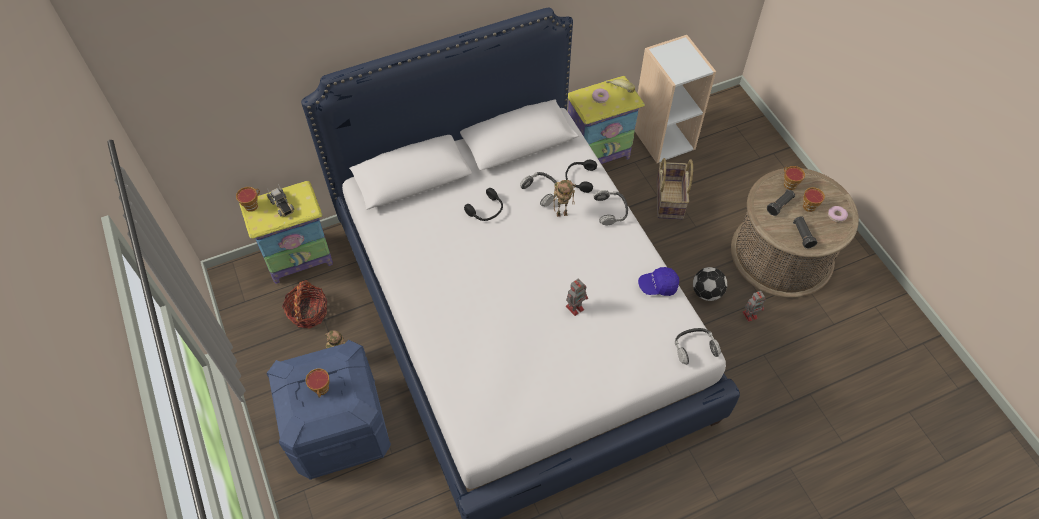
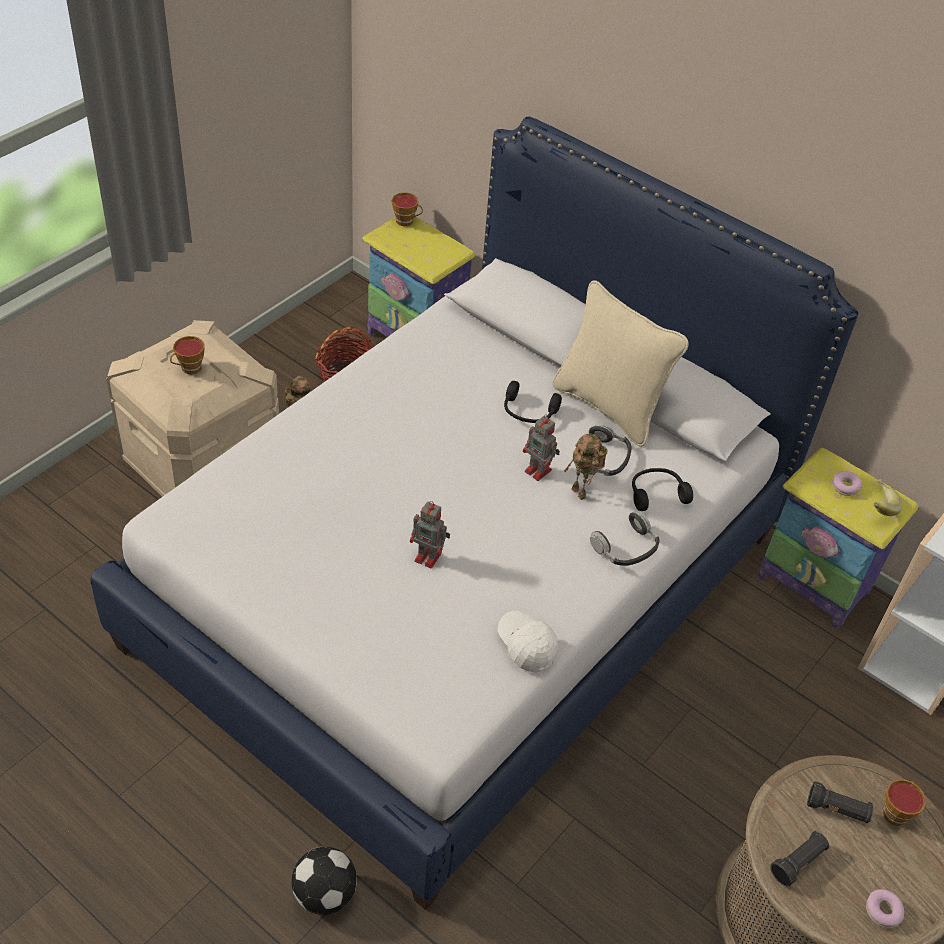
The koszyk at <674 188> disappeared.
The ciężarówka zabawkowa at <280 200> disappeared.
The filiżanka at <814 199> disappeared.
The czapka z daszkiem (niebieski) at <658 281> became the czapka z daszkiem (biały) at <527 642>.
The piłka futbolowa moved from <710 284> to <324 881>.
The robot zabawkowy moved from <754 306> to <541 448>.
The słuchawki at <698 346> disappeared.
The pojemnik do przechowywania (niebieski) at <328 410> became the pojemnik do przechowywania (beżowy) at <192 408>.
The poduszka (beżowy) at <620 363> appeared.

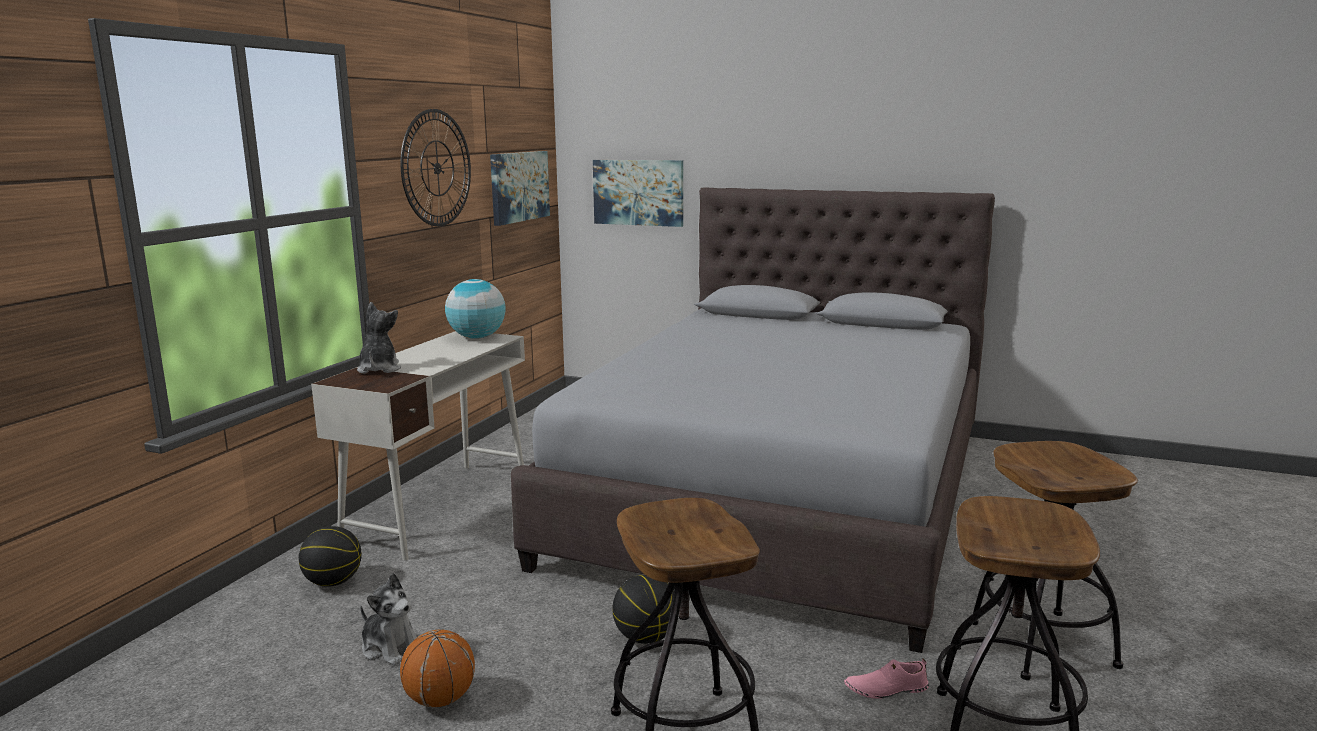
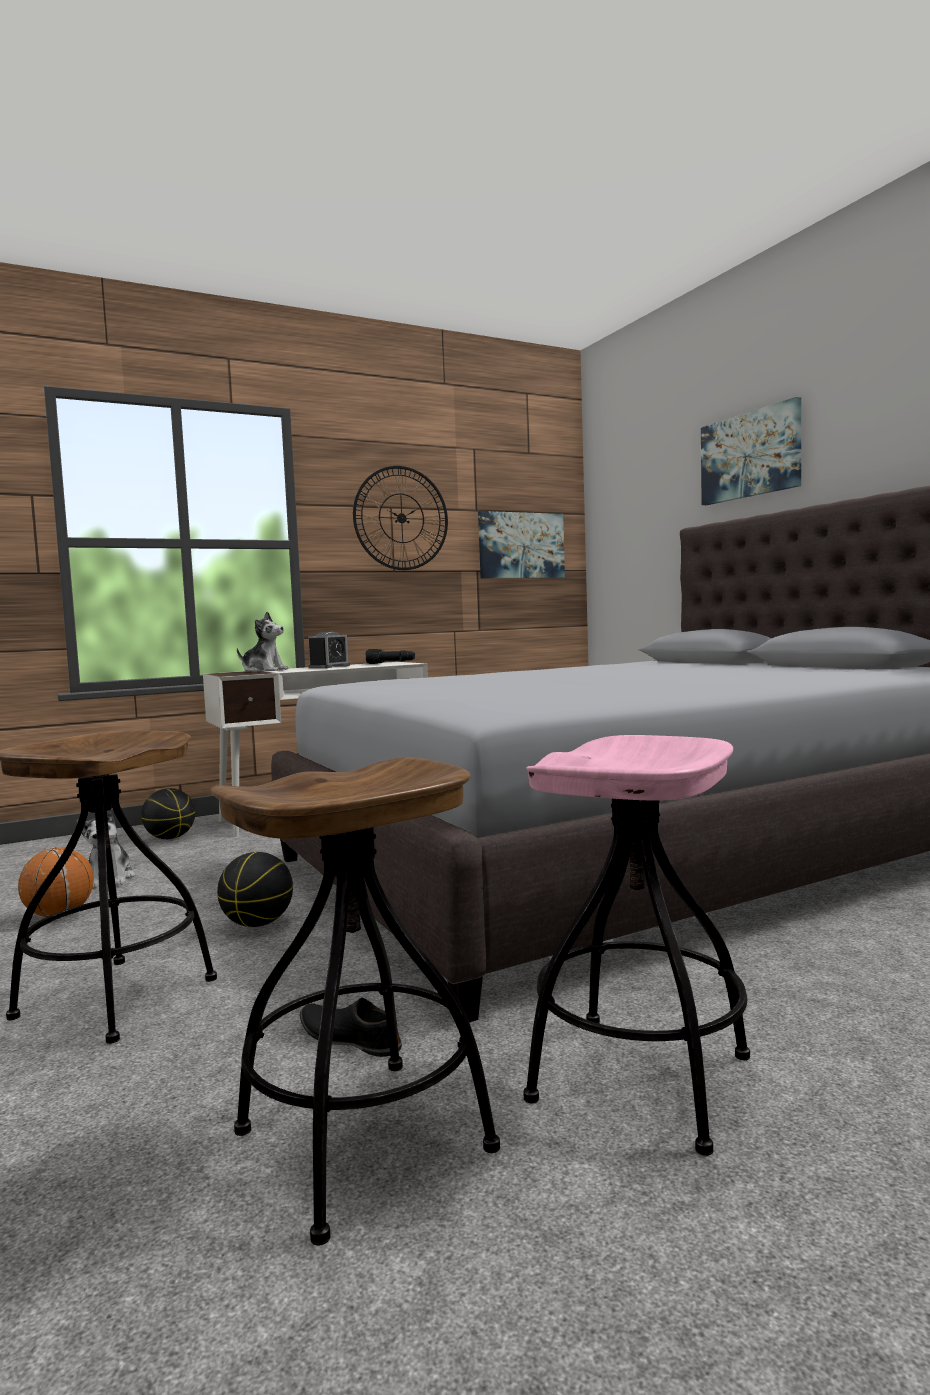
The obraz moved from <638 193> to <751 451>.
The globus at <475 309> was replaced by the latarka (czarny) at <390 656>.
The pluszak at <379 338> turned 75 degrees clockwise.
The stołek (brązowy) at <1055 560> became the stołek (różowy) at <636 945>.
The but (różowy) at <886 678> became the but (czarny) at <351 1027>.
The budzik at <329 650> appeared.

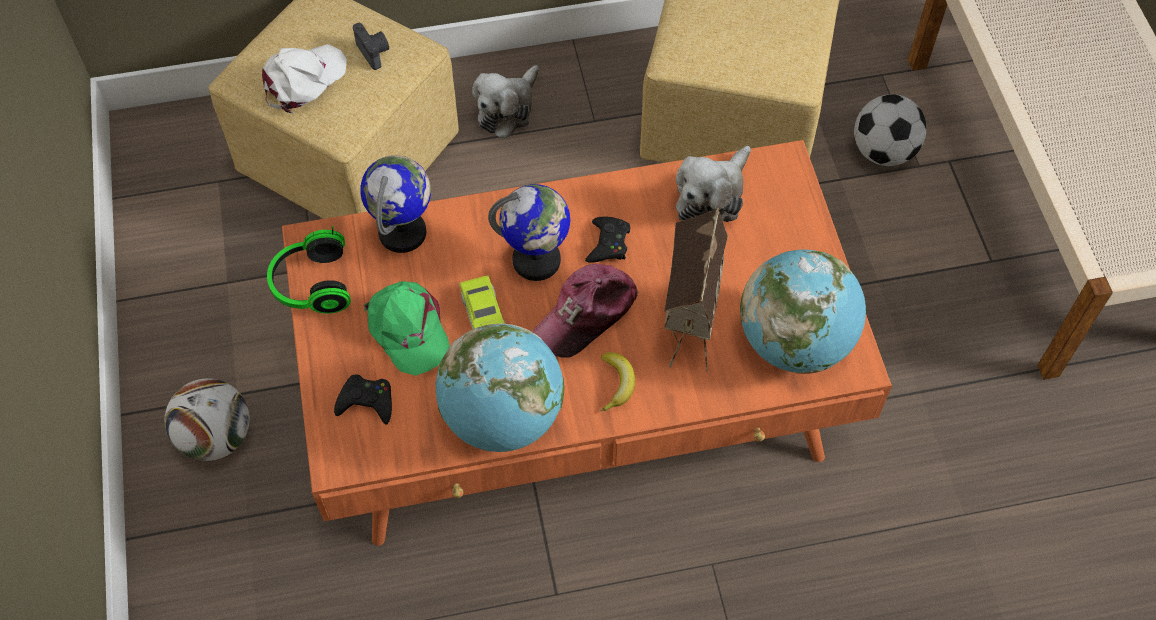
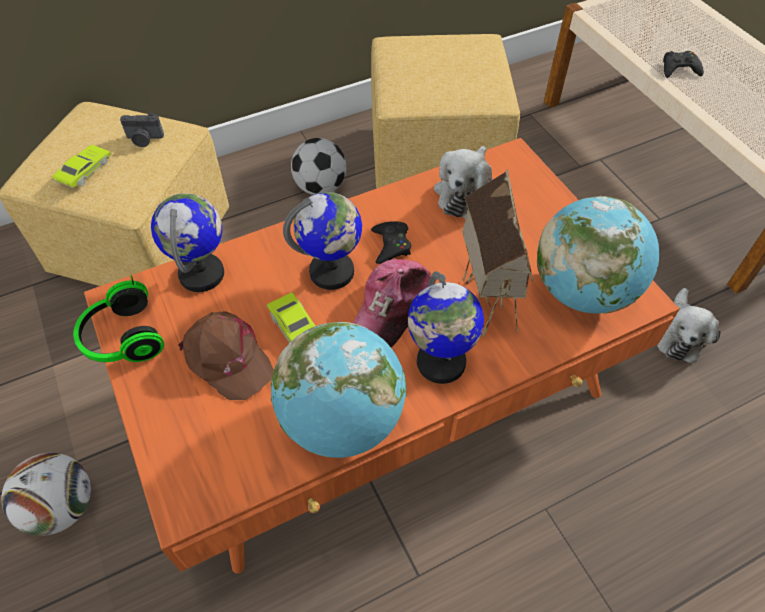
The aparat fotograficzny at <371 46> turned 135 degrees clockwise.
The czapka z daszkiem (biały) at <304 78> was replaced by the samochodzik (zielony) at <81 166>.
The pluszak moved from <505 102> to <689 325>.
The piłka futbolowa moved from <890 130> to <318 166>.
The czapka z daszkiem (zielony) at <406 328> became the czapka z daszkiem (brązowy) at <226 355>.
The banan at <618 382> was replaced by the globus at <446 327>.
The pad do gier (czarny) moved from <363 400> to <683 64>.

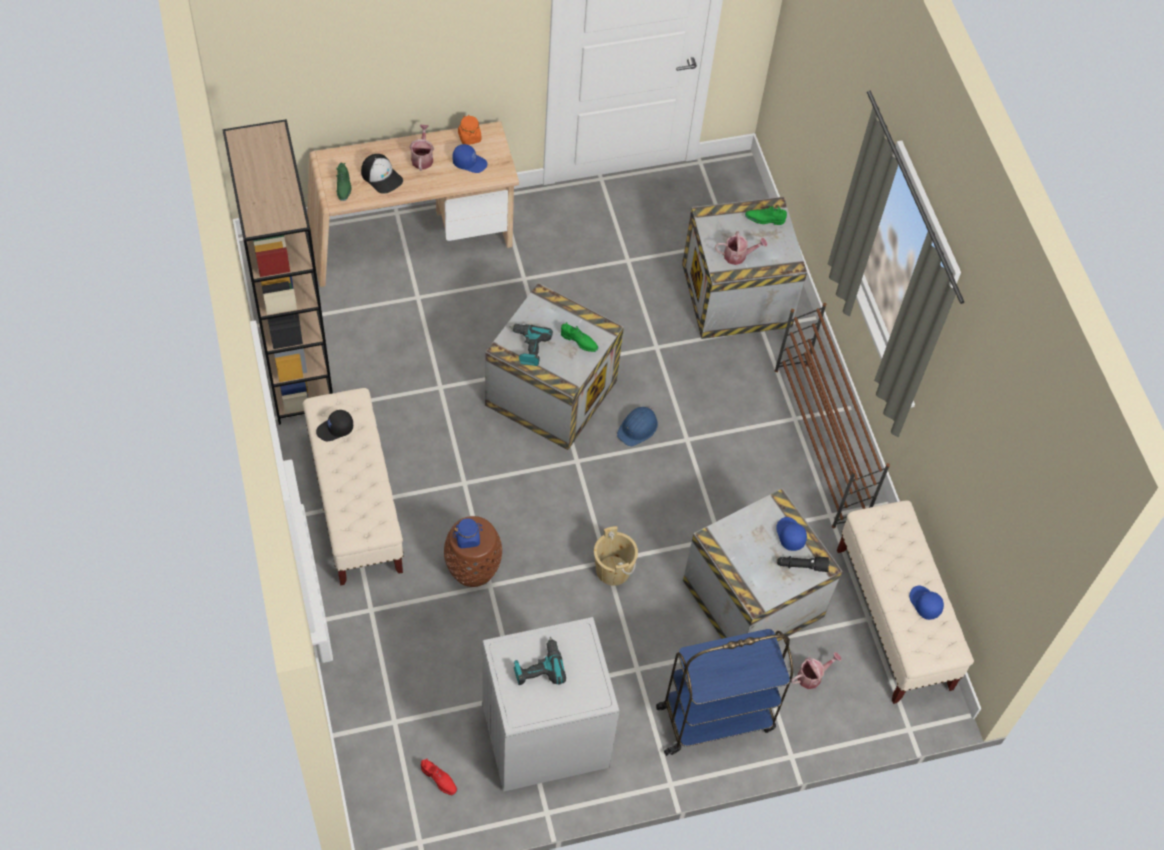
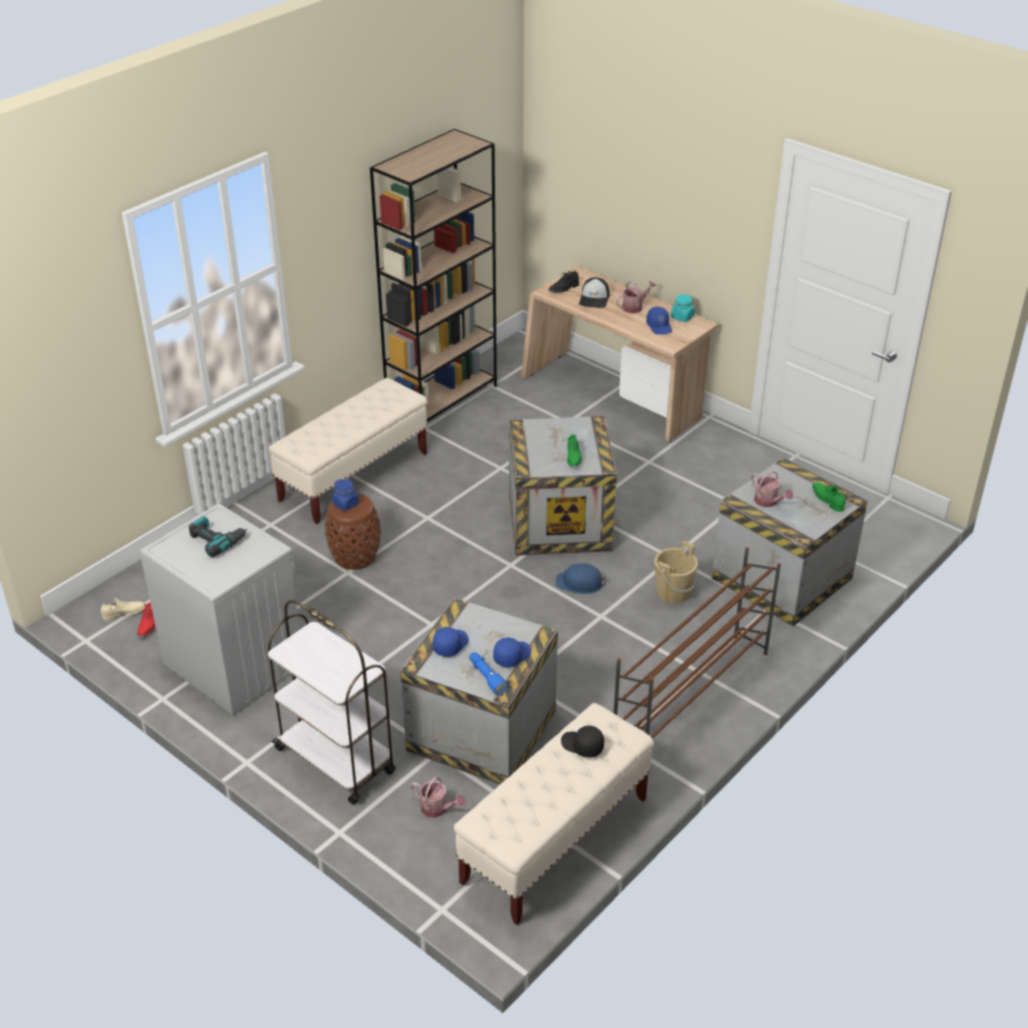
The słoik (pomarańczowy) at <469 130> became the słoik (turkusowy) at <683 308>.
The but (zielony) at <344 182> became the but (czarny) at <563 281>.
The wiertarka at <531 345> disappeared.
The czapka z daszkiem (czarny) moved from <334 425> to <582 742>.
The wiadro (beżowy) moved from <616 556> to <676 572>.
The latarka (czarny) at <803 564> became the latarka (niebieski) at <488 673>.
The czapka z daszkiem (niebieski) moved from <926 602> to <451 642>.
The wózek (niebieski) at <724 692> became the wózek (biały) at <332 702>.
The but (beżowy) at <123 609> appeared.

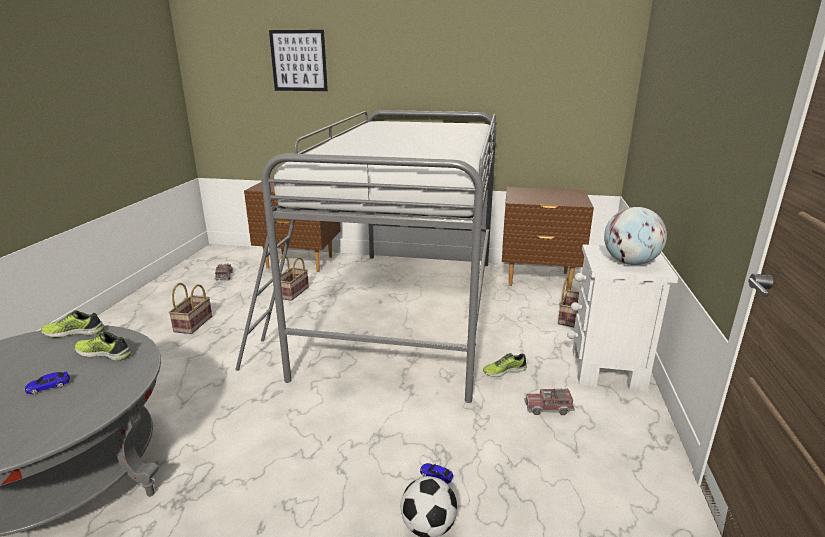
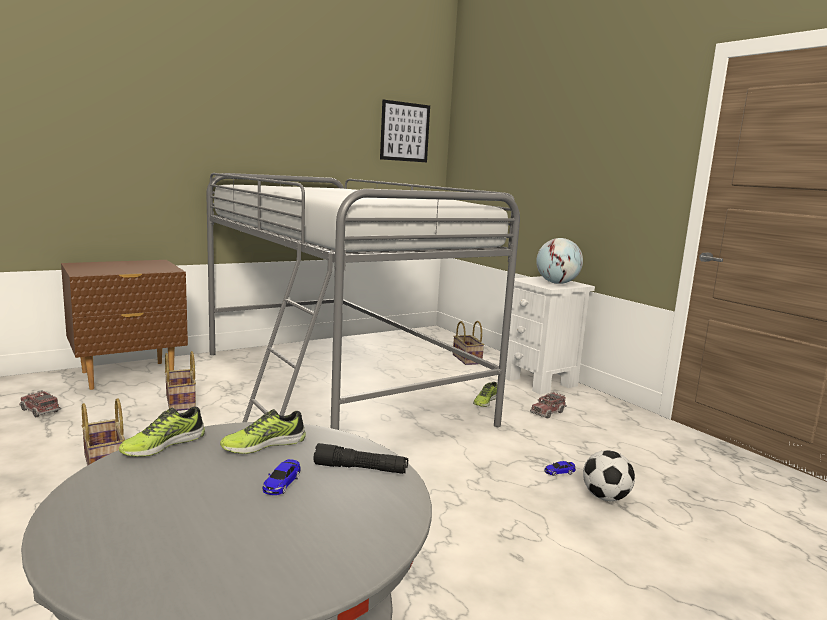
The obraz moved from <298 60> to <405 130>.
The szafka nocna (brązowy) at <548 238> disappeared.
The latarka (czarny) at <361 458> appeared.

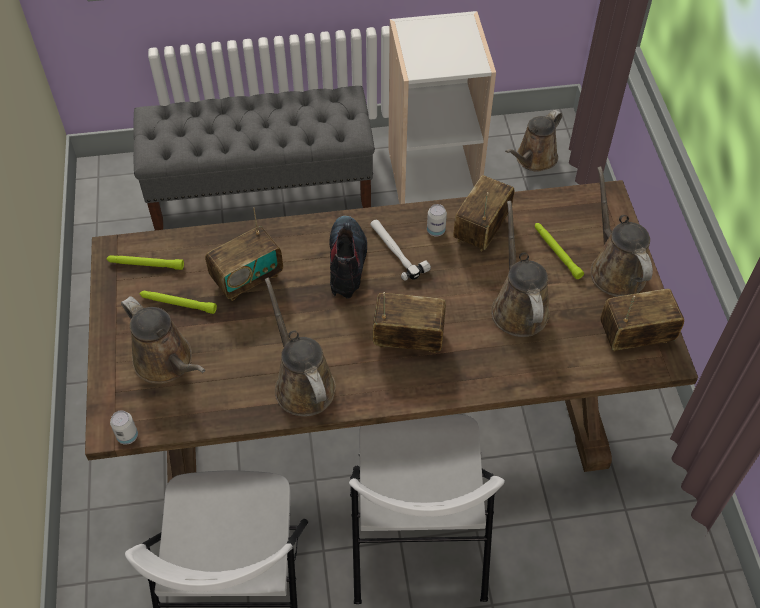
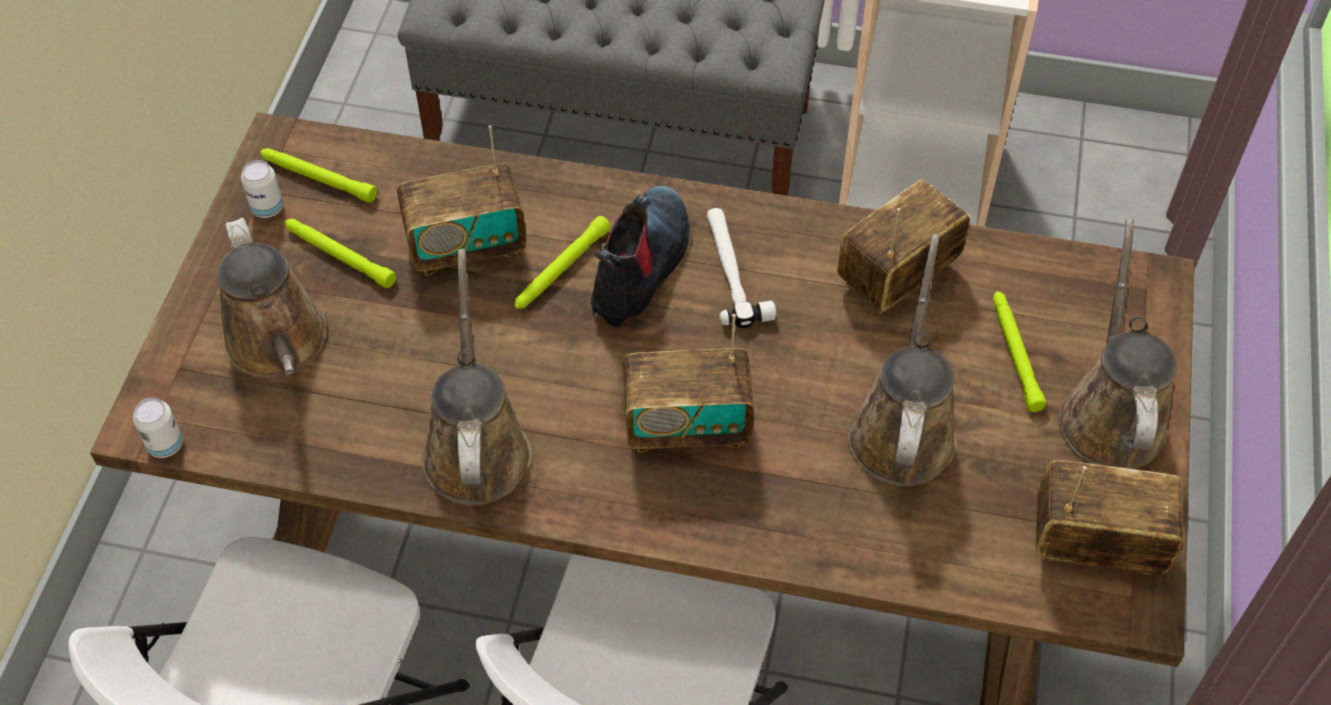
The konewka (brązowy) at <533 141> disappeared.
The puszka moved from <437 220> to <262 189>.
The radio at <409 322> turned 150 degrees clockwise.
The latarka (zielony) at <562 262> appeared.

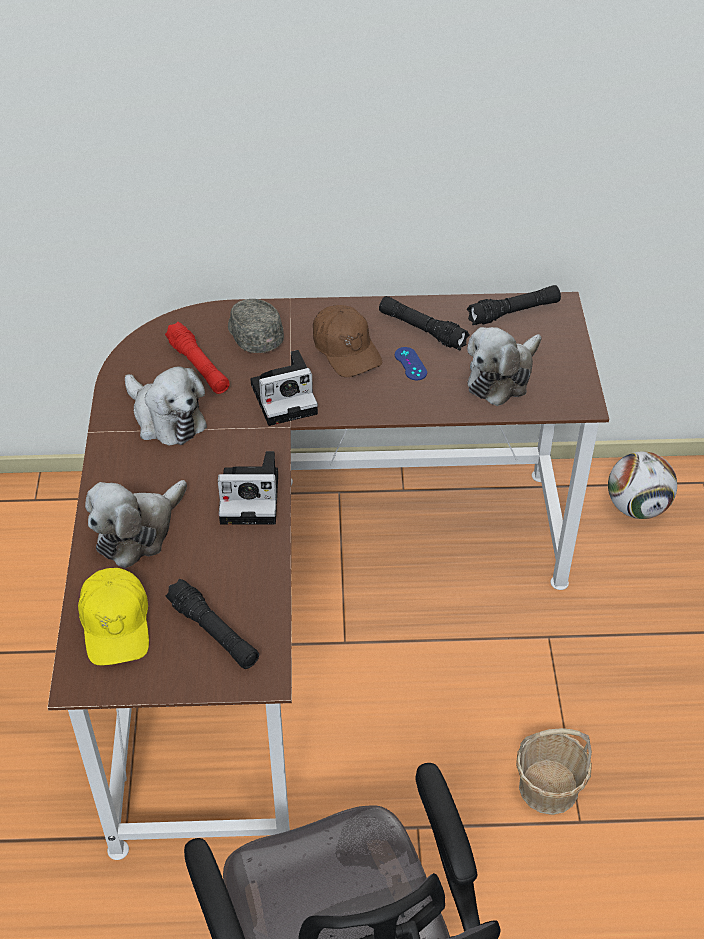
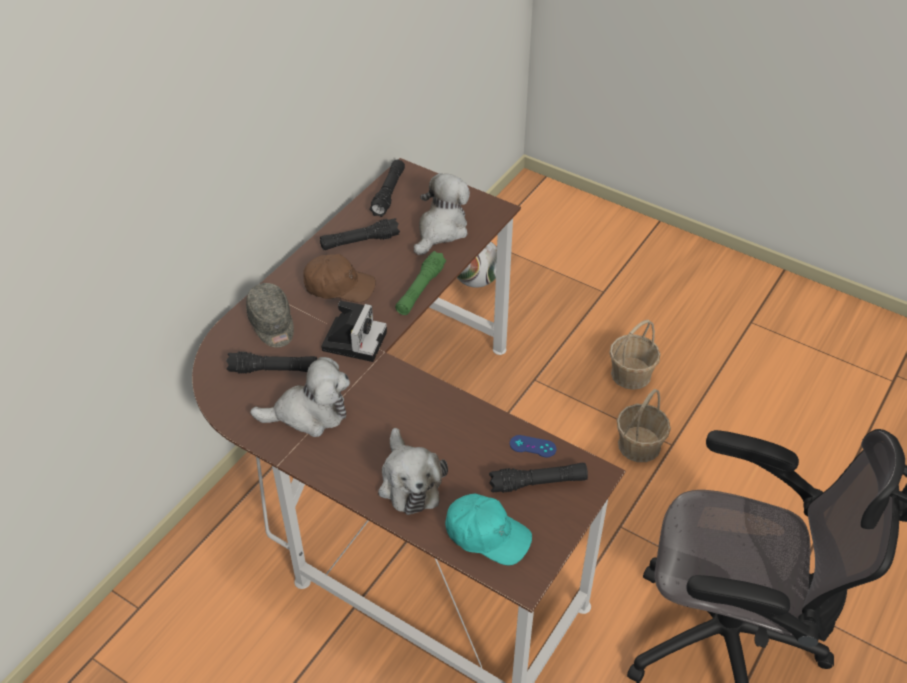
The czapka z daszkiem (szary) at <256 326> turned 120 degrees counterclockwise.
The latarka (czerwony) at <197 358> became the latarka (czarny) at <271 362>.
The pluszak at <504 366> turned 135 degrees counterclockwise.
The pad do gier (niebieski) moved from <411 363> to <533 446>.
The aparat fotograficzny at <248 488> disappeared.
The czapka z daszkiem (żółty) at <113 616> became the czapka z daszkiem (turkusowy) at <488 530>.
The latarka (zielony) at <420 283> appeared.
The koszyk at <635 355> appeared.

